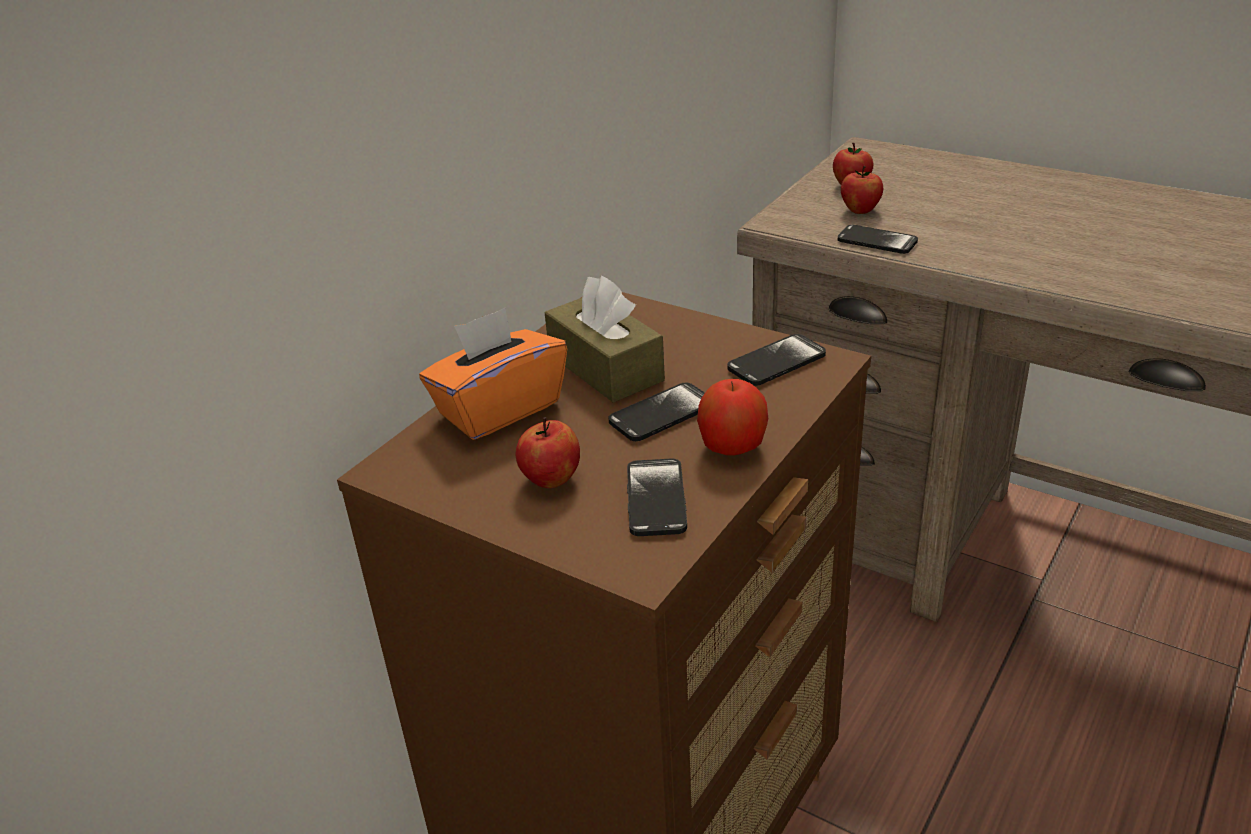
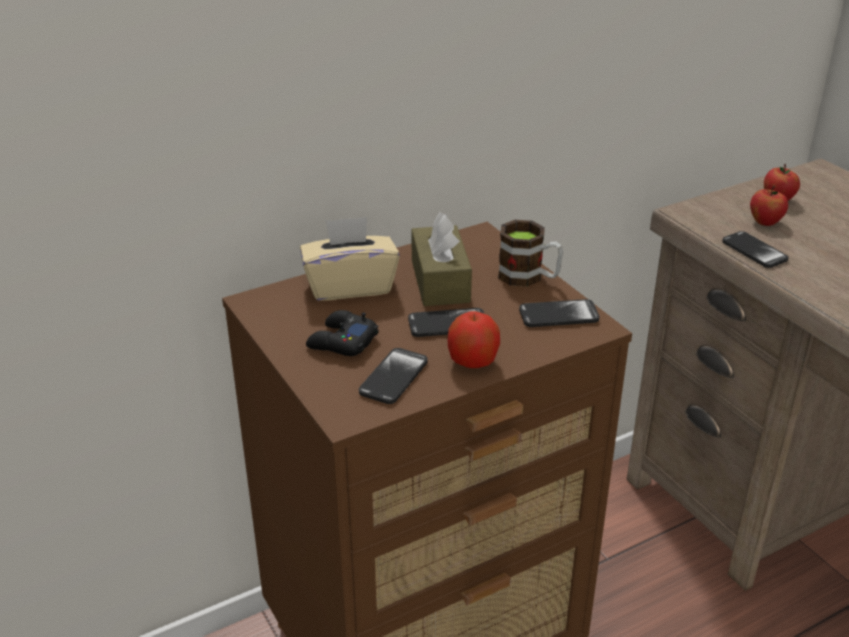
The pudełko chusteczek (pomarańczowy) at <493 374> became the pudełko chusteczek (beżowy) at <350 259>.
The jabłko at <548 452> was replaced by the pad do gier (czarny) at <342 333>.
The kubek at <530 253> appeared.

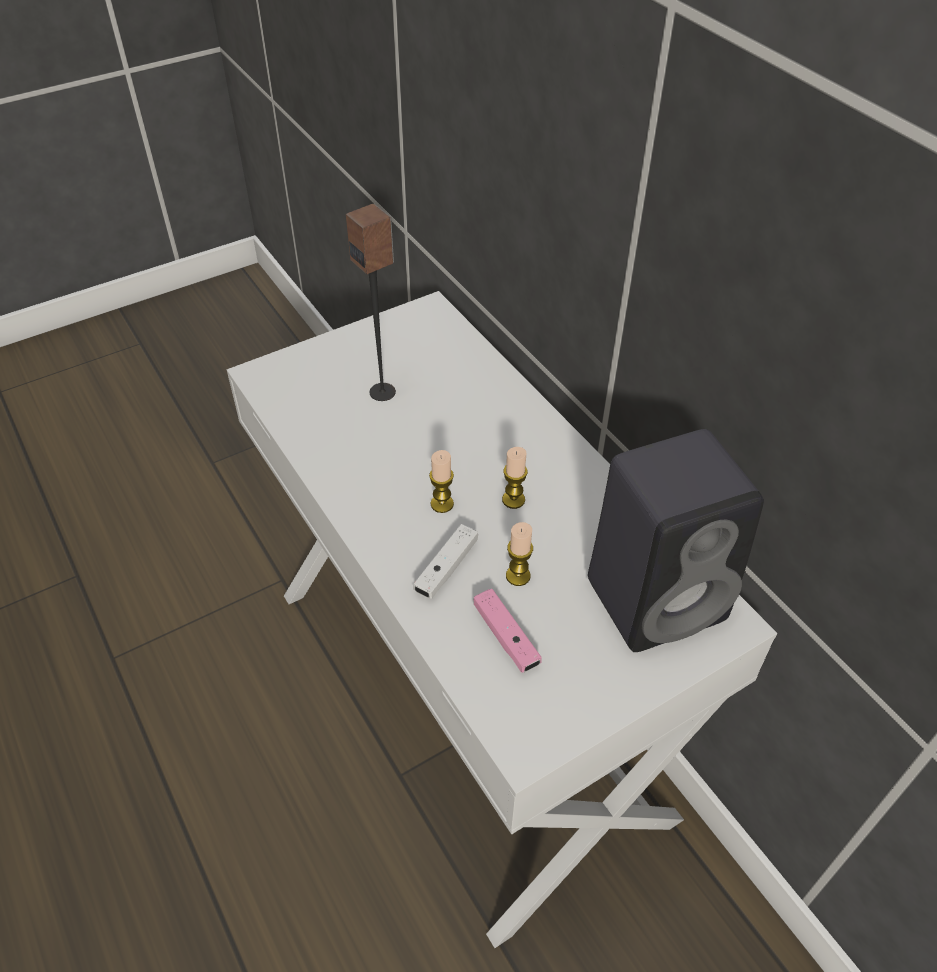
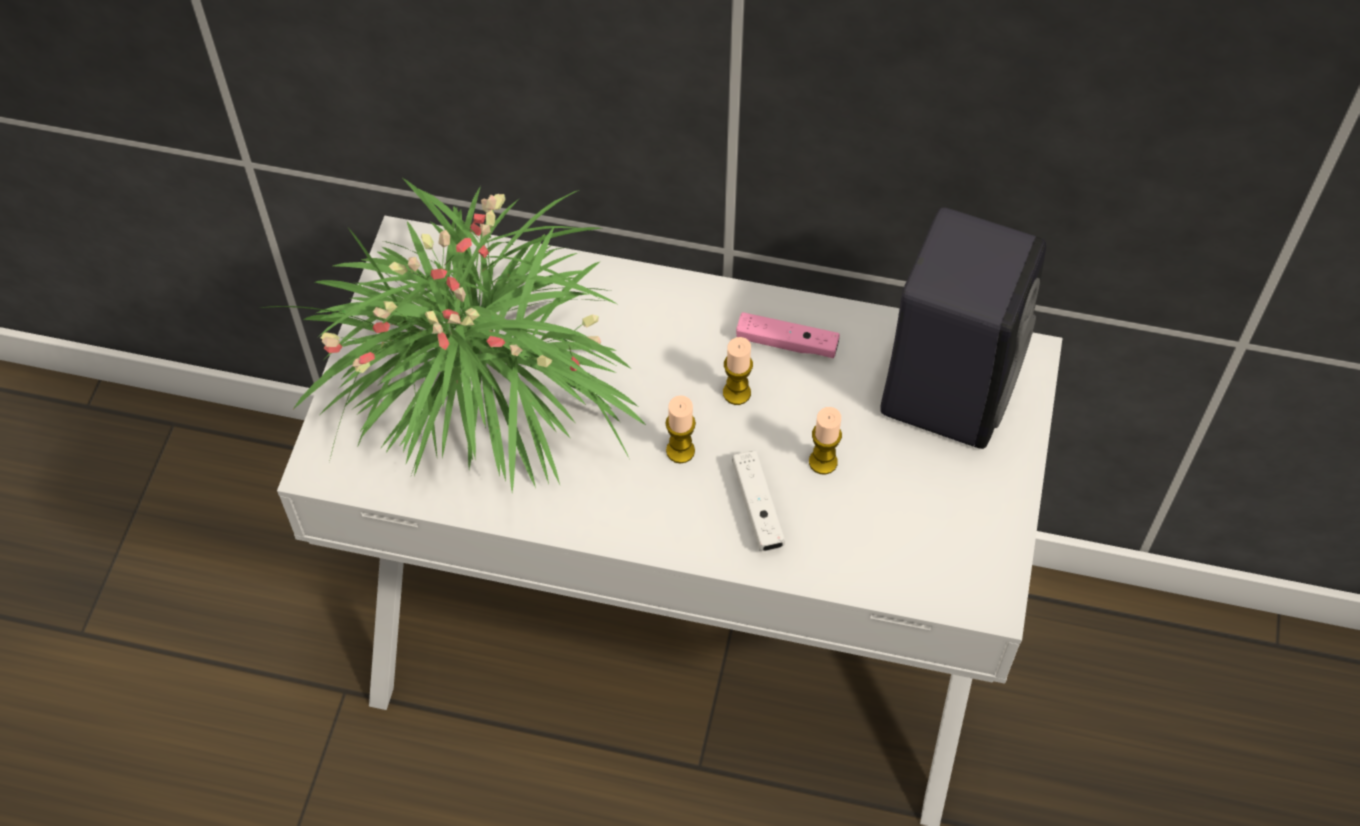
The głośnik at <371 302> was replaced by the roślina doniczkowa at <453 335>.
The pad do gier (różowy) moved from <508 631> to <788 335>.

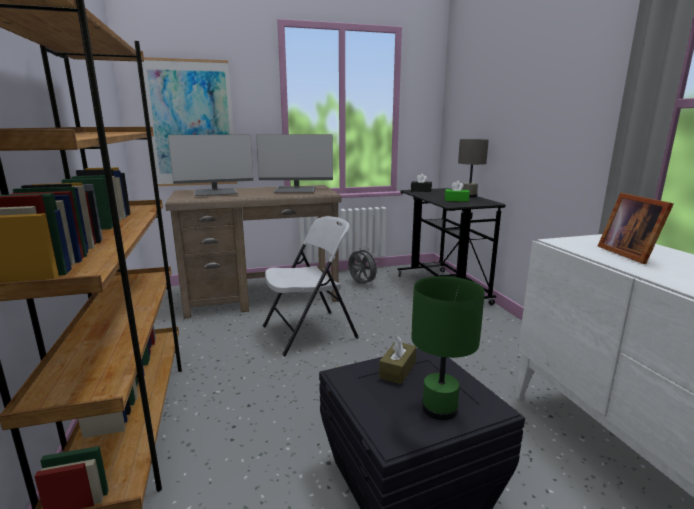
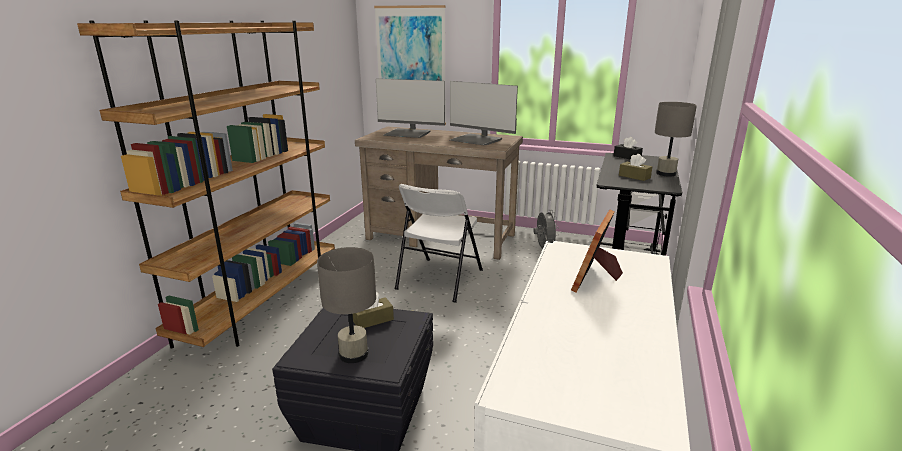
The pudełko chusteczek (zielony) at <457 191> became the pudełko chusteczek (brązowy) at <635 167>.
The krzesło (biały) at <311 286> turned 105 degrees clockwise.
The lampa stołowa (zielony) at <448 348> became the lampa stołowa (szary) at <346 305>.

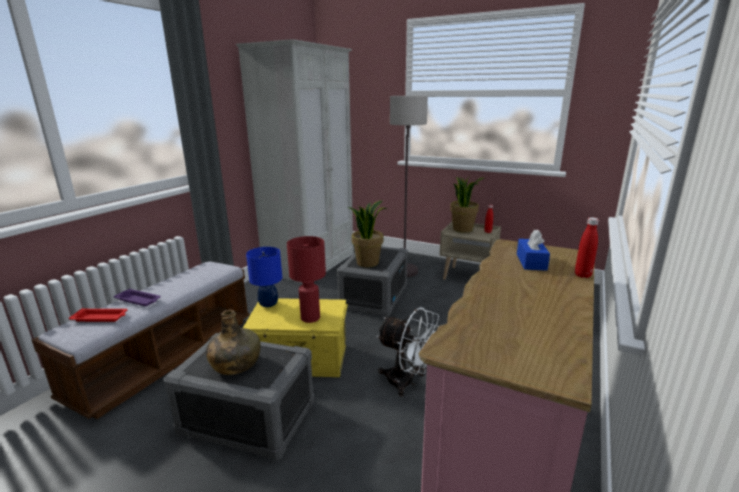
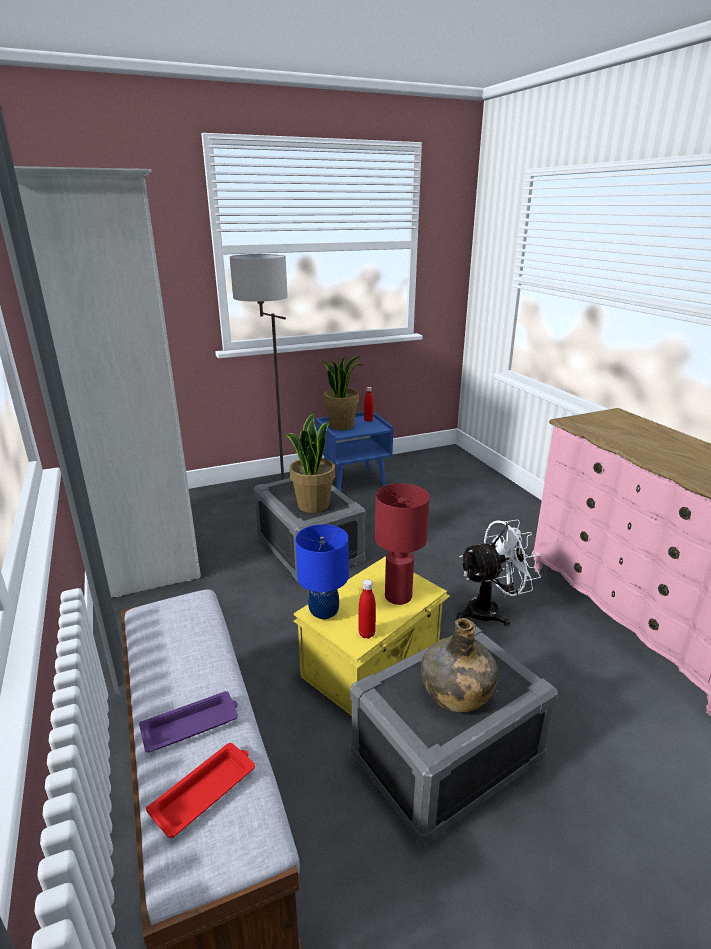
The butelka (czerwony) moved from <587 247> to <367 609>.
The szafka nocna (beżowy) at <470 250> became the szafka nocna (niebieski) at <354 451>.
The pudełko chusteczek (niebieski) at <533 250> disappeared.

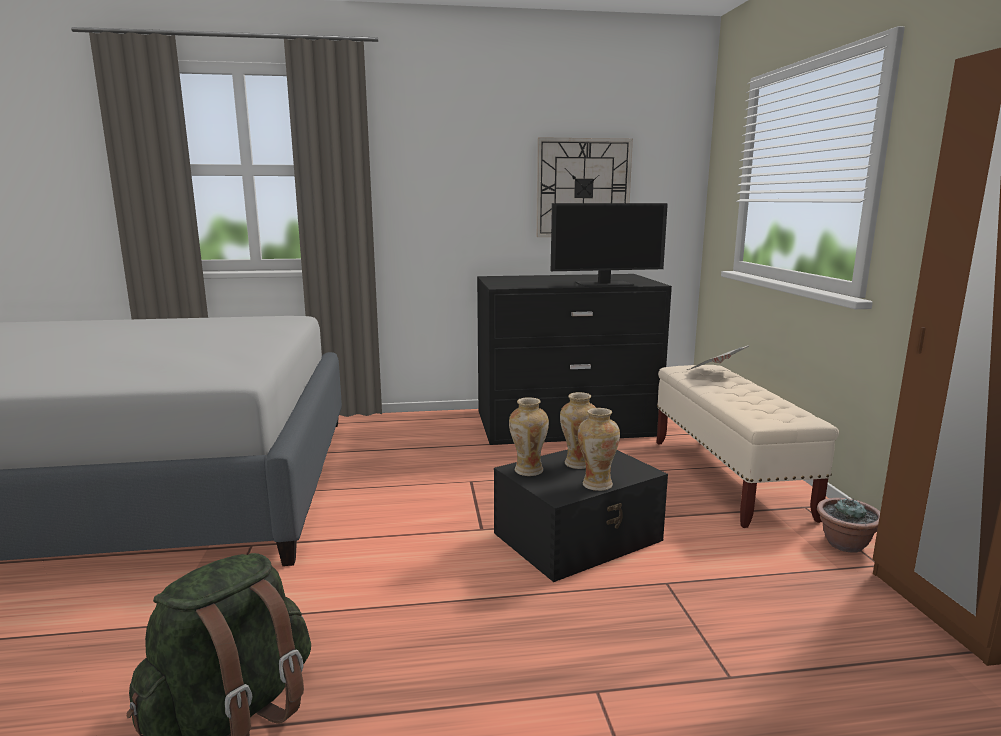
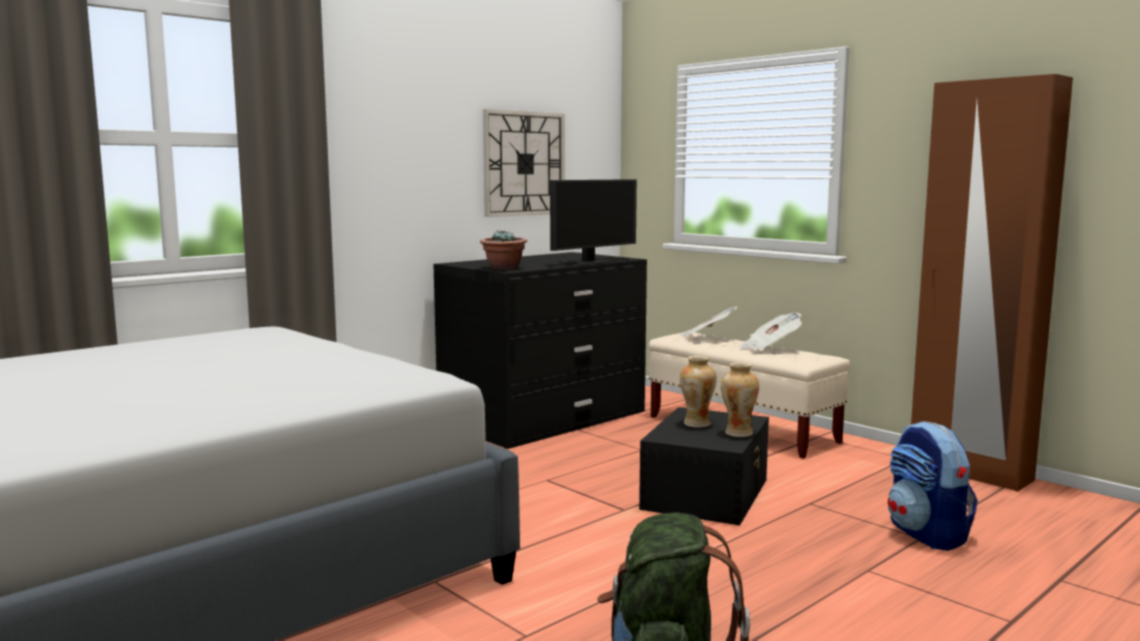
The wazon at <529 436> disappeared.
The roślina doniczkowa moved from <848 525> to <503 250>.
The gazeta at <770 331> appeared.
The plecak at <933 486> appeared.

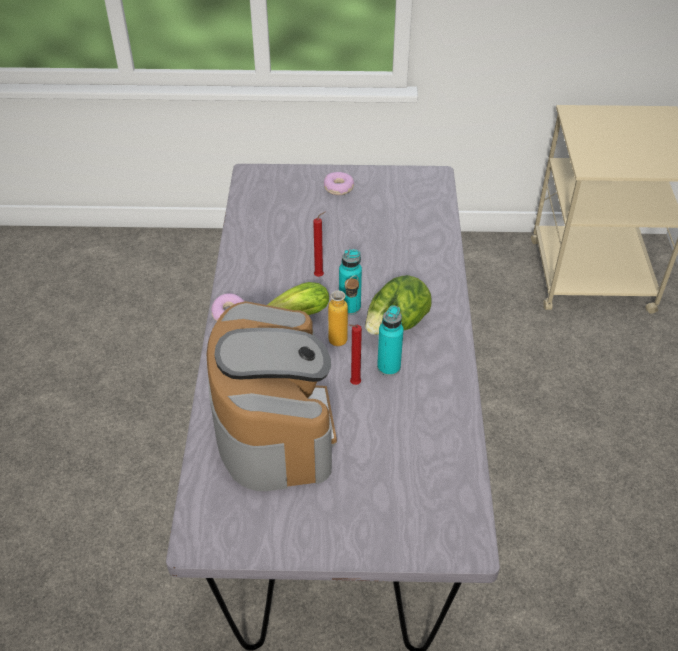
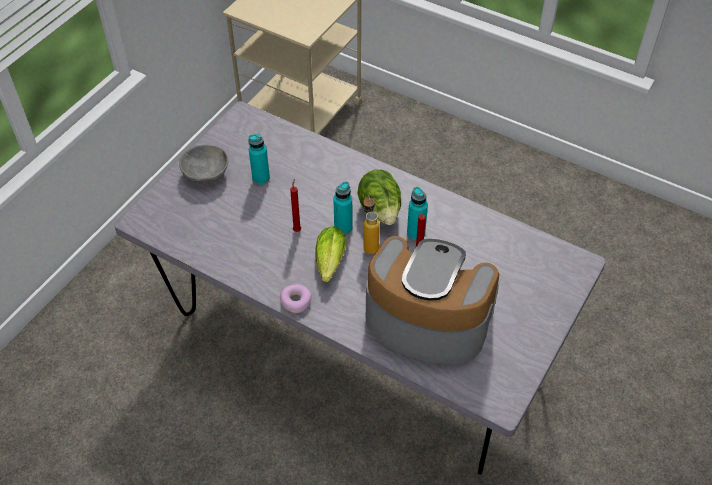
The donut at <339 183> was replaced by the miska (szary) at <203 163>.
The butelka (turkusowy) at <259 159> appeared.

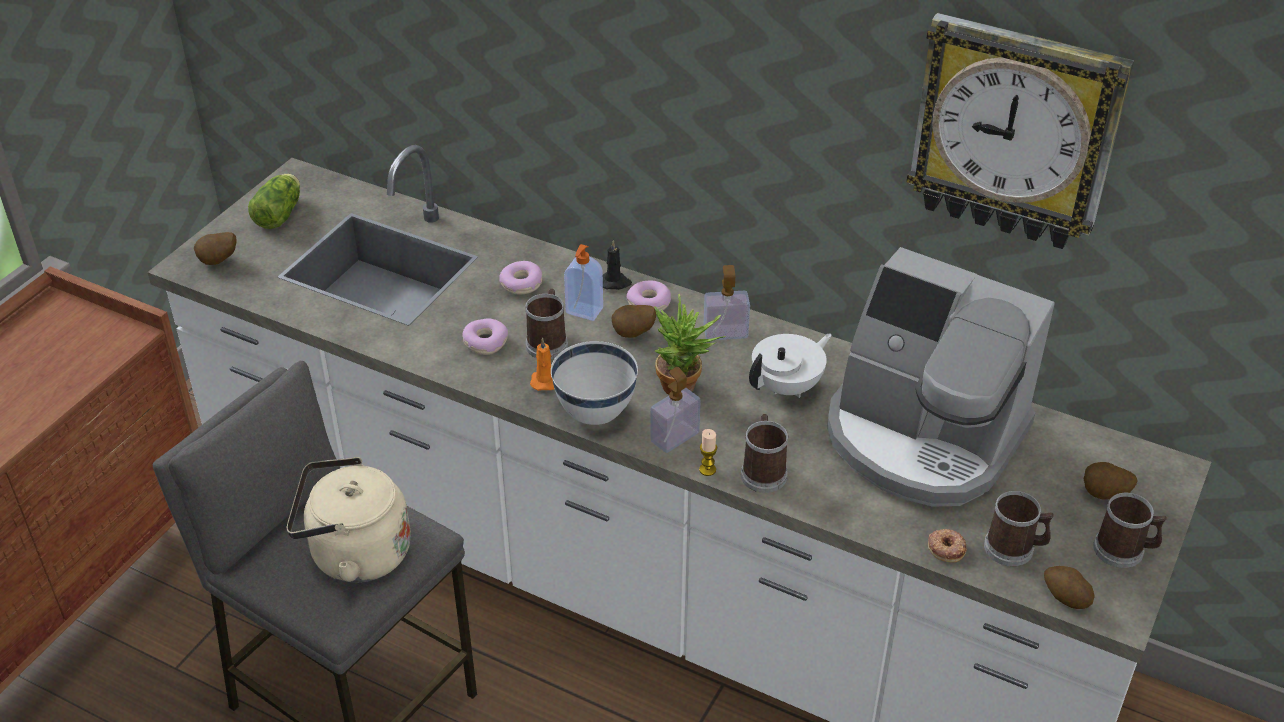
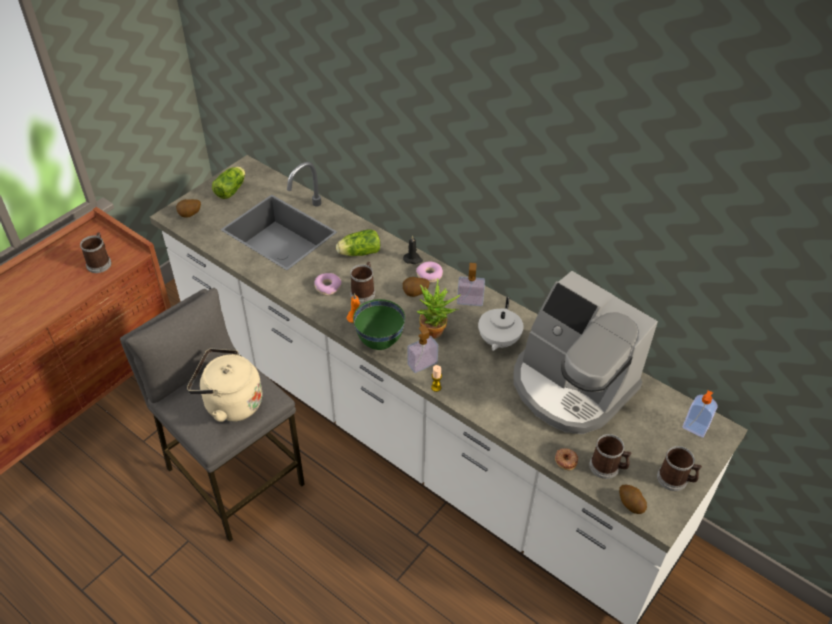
The zegar ścienny at <1020 131> disappeared.
The dozownik mydła moved from <583 282> to <700 413>.
The donut at <520 277> was replaced by the sałata at <358 243>.
The imbryk (biały) at <790 366> turned 135 degrees clockwise.
The miska (biały) at <594 383> became the miska (zielony) at <379 324>.
The kubek moved from <765 453> to <95 252>.
The ziemniak at <1110 481> disappeared.

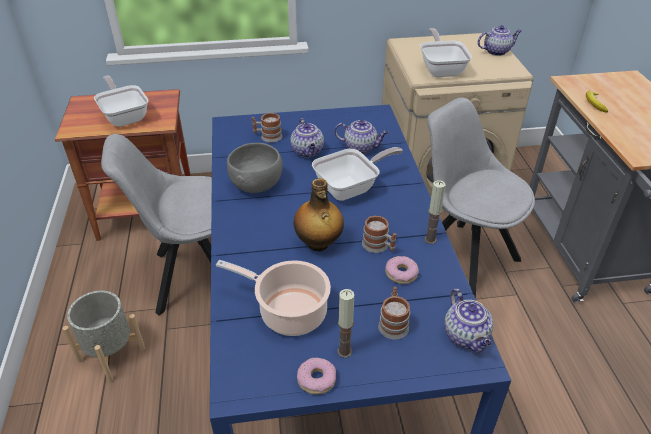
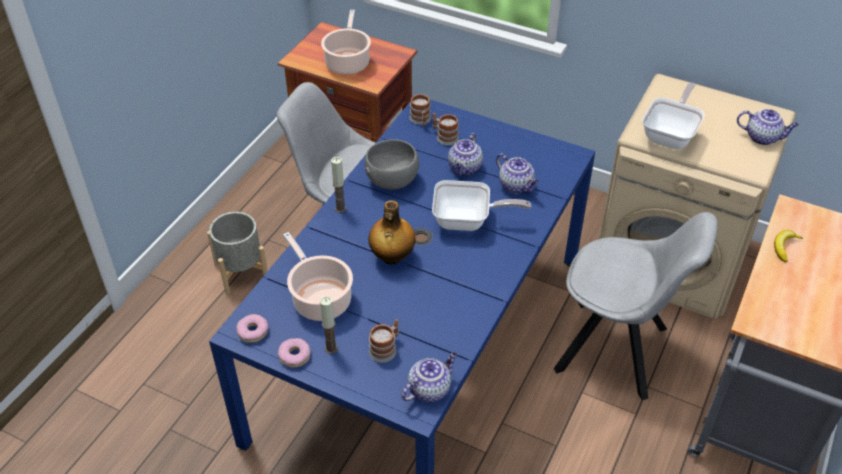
The patelnia at <121 101> was replaced by the garnek at <346 42>.
The krzesło (szary) at <481 198> turned 120 degrees clockwise.
The świeca moved from <435 212> to <338 185>.
The kubek moved from <379 234> to <420 110>.
The donut moved from <402 270> to <252 328>.
The imbryk at <468 321> turned 150 degrees counterclockwise.

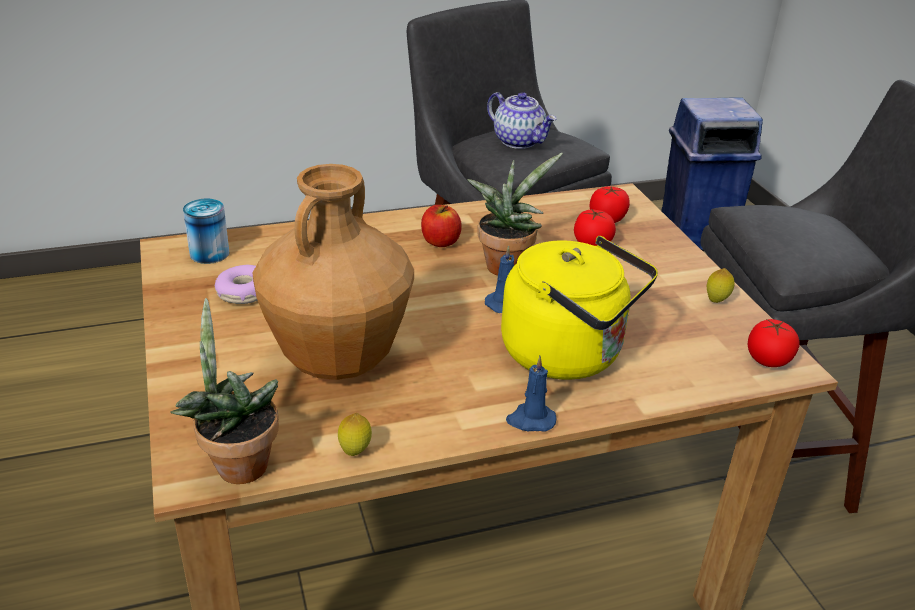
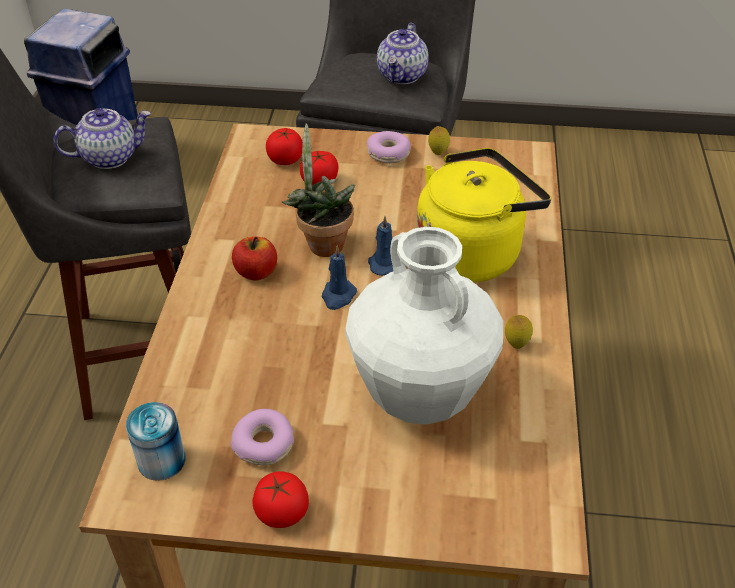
The wazon (brązowy) at <333 272> became the wazon (biały) at <424 326>.
The roślina doniczkowa at <224 391> disappeared.
The pomidor moved from <774 343> to <280 499>.
The świeca (niebieski) moved from <531 394> to <339 278>.
The cytryna moved from <355 434> to <519 332>.
The imbryk at <403 53> appeared.
The donut at <389 147> appeared.

